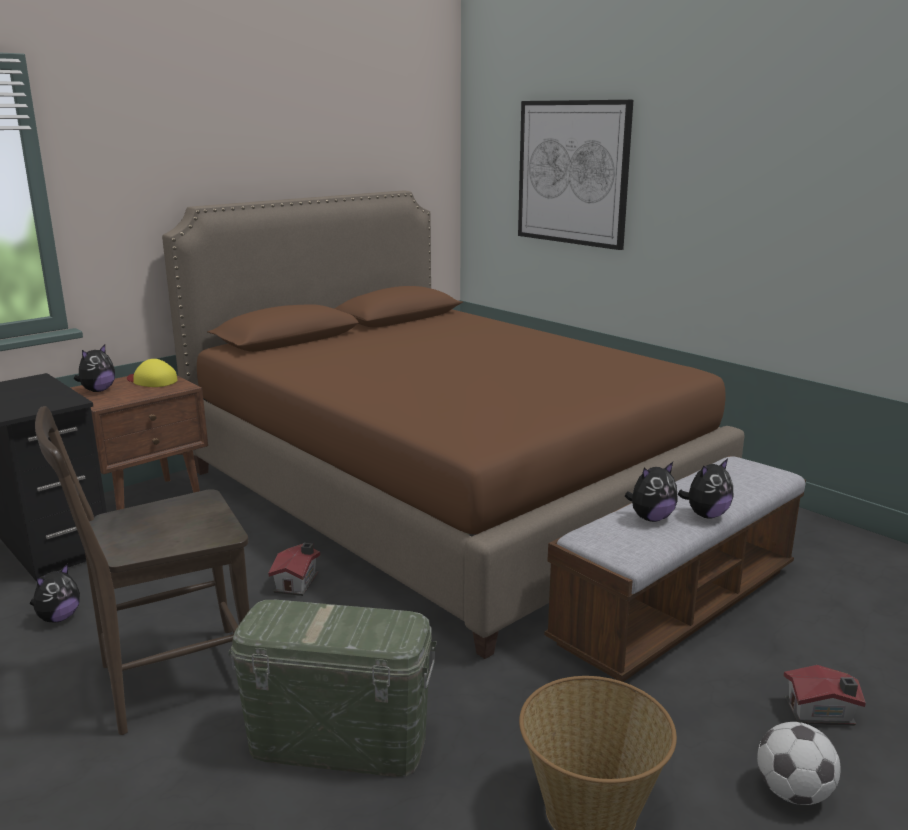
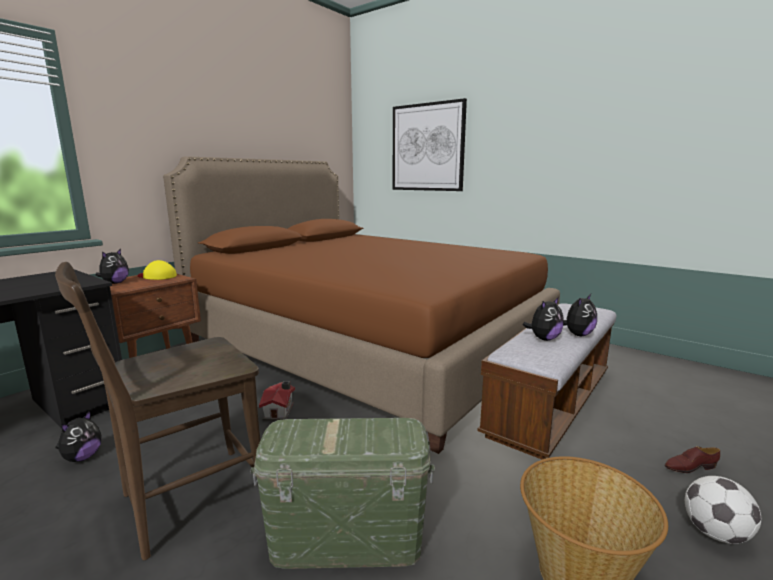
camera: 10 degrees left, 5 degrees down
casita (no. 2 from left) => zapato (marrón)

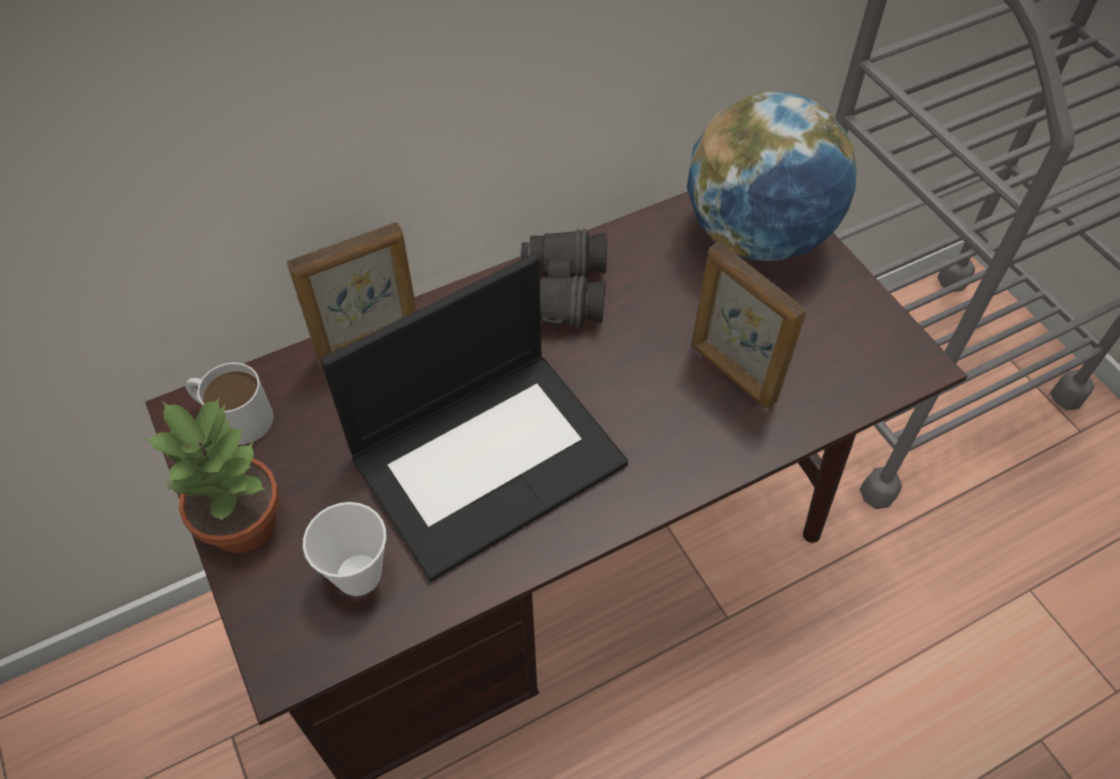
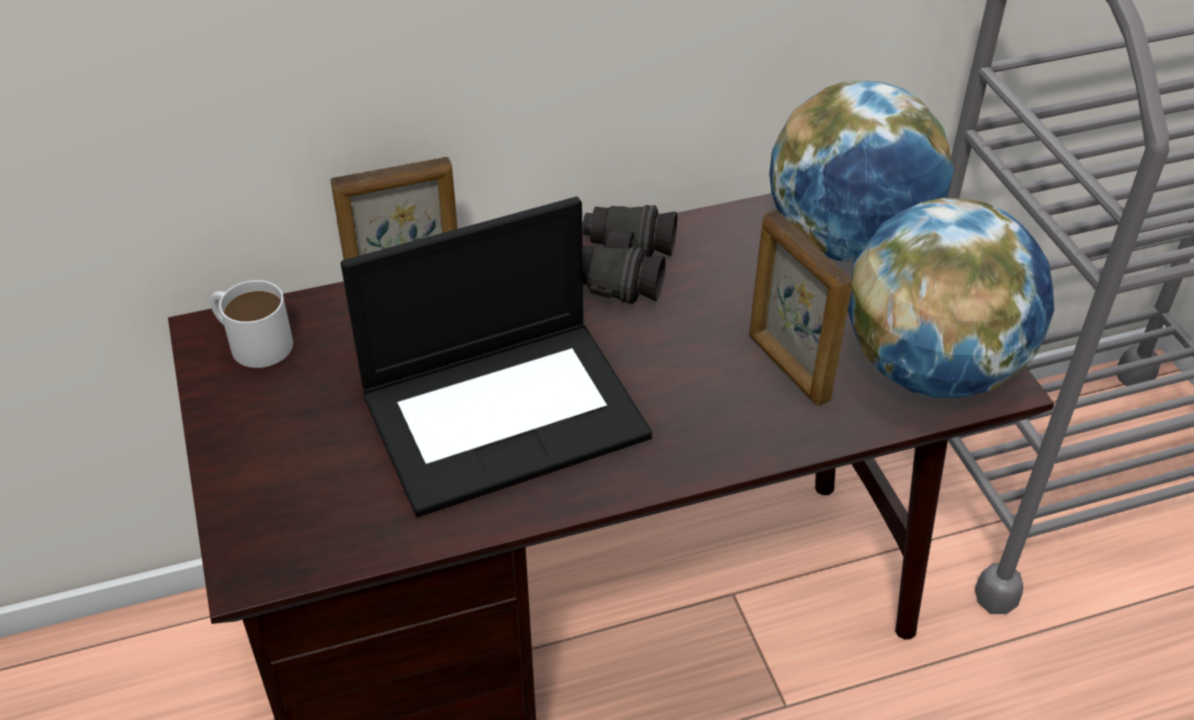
camera: 10 degrees right, 10 degrees down
nothing => globo terráqueo (no. 2 from left)
planta en maceta => nothing
taza => nothing

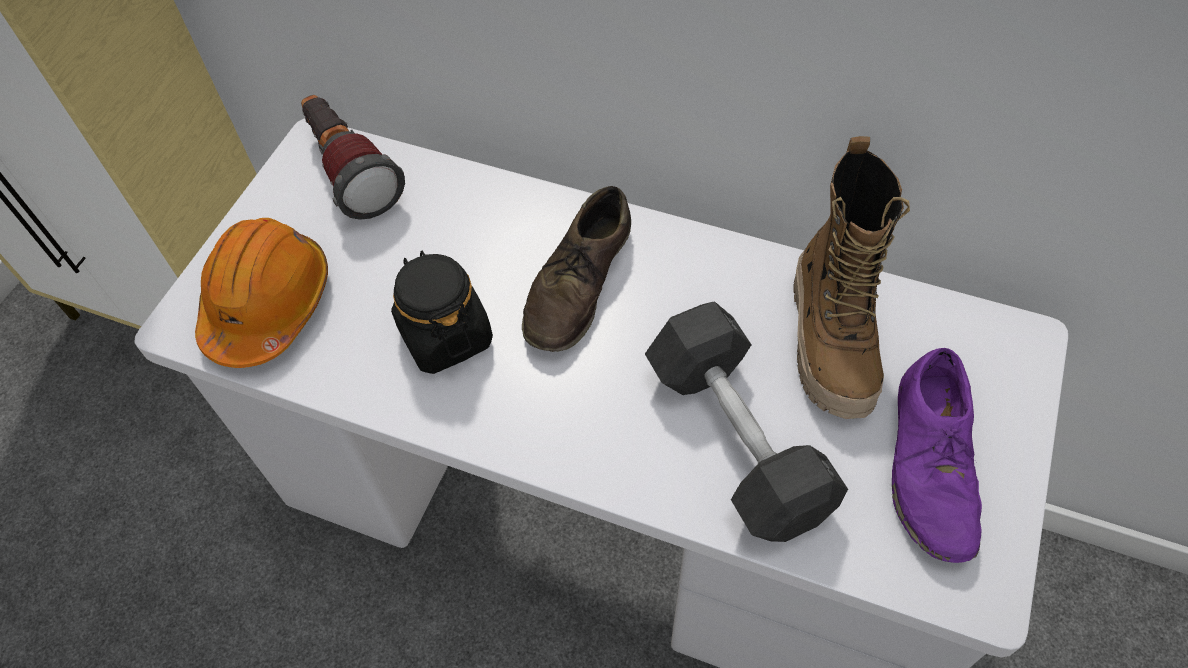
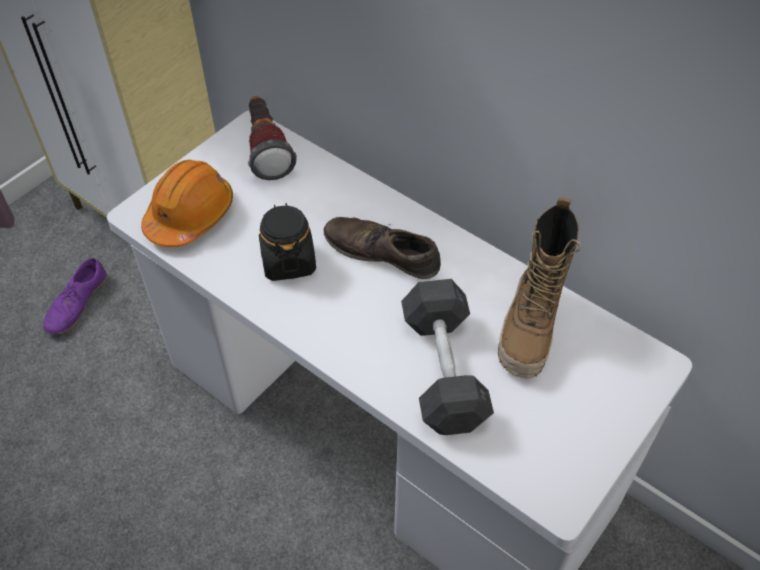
camera: 15 degrees right, 5 degrees down
zapato (morado), relocated
zapato (marrón), 75 degrees clockwise

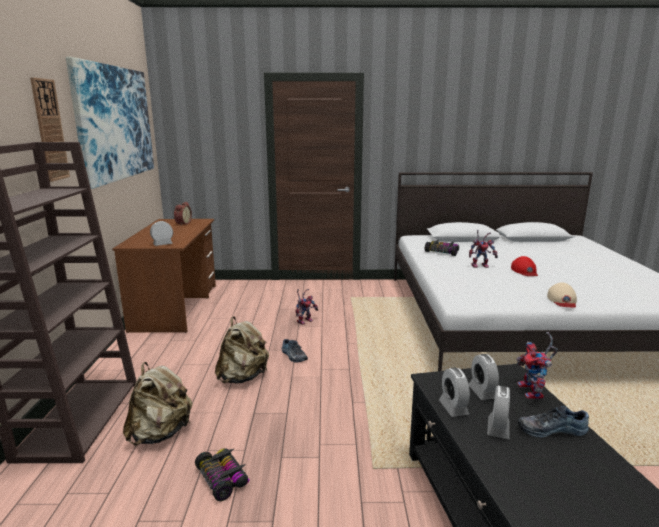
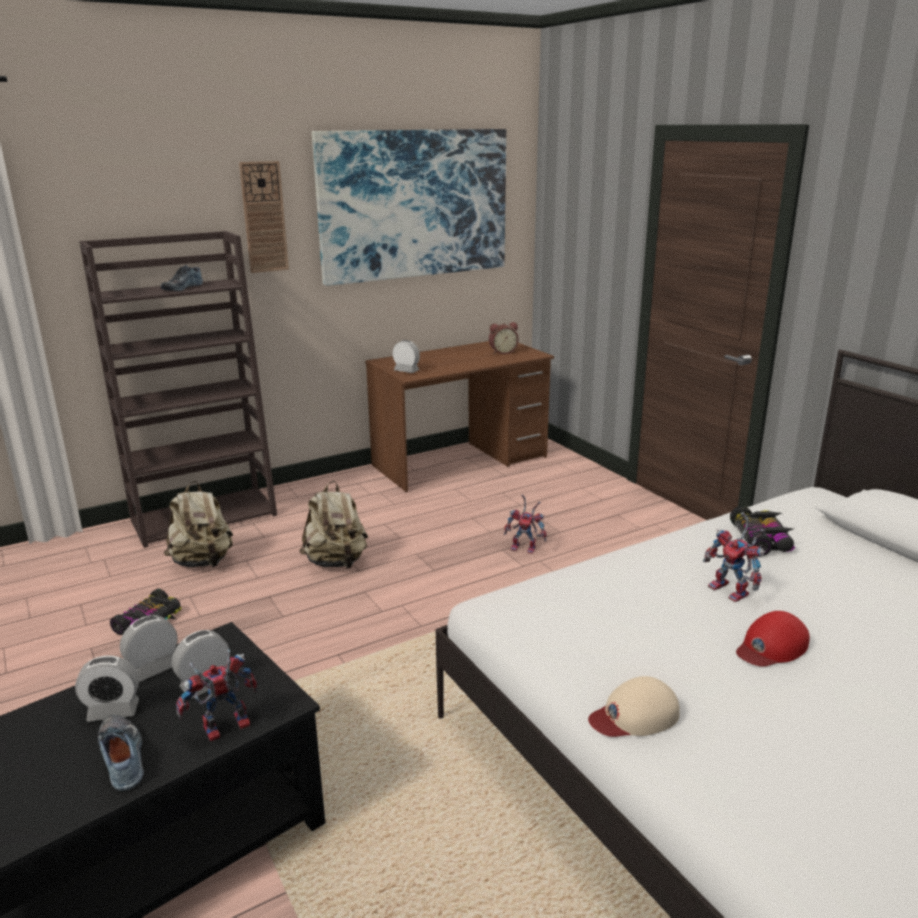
camera: 60 degrees right, 5 degrees up
zapato (no. 1 from left in the first image) => zapato (no. 2 from left), relocated

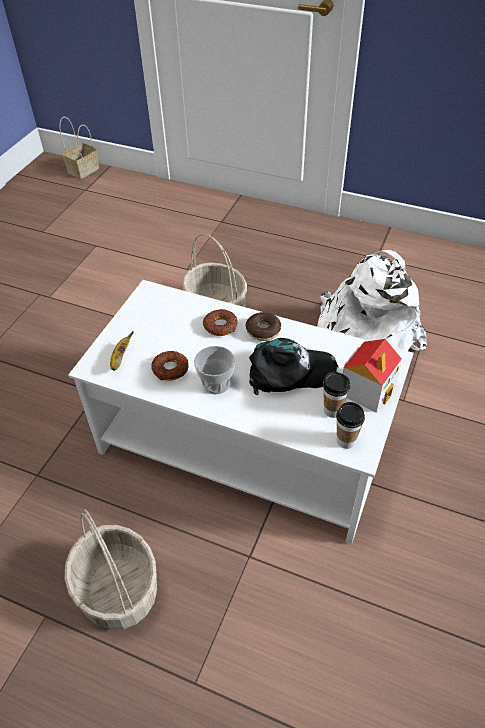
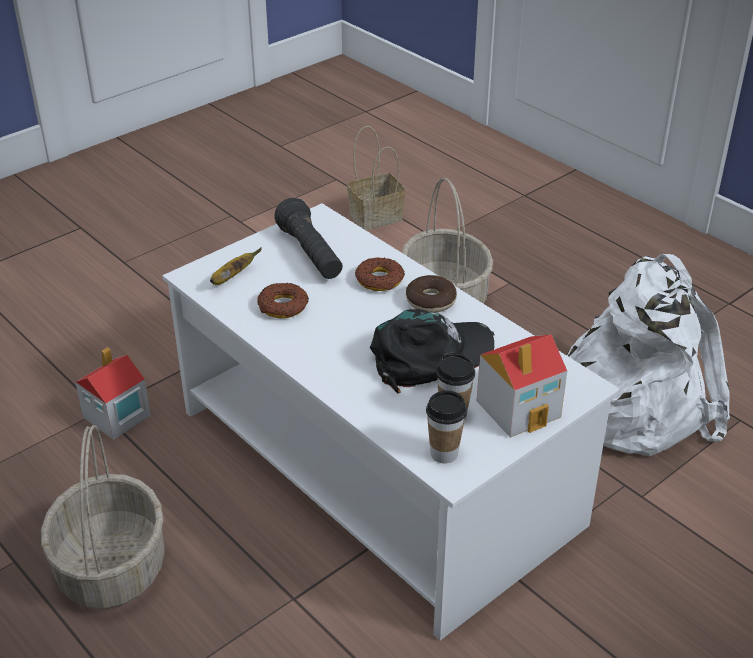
camera: 25 degrees right, 10 degrees down
nothing => casita (no. 1 from left)
nothing => linterna (negro)
cesta (no. 1 from left in the first image) => cesta (no. 2 from left), relocated
gorra (negro), 45 degrees counterclockwise
taza (no. 1 from left) => nothing

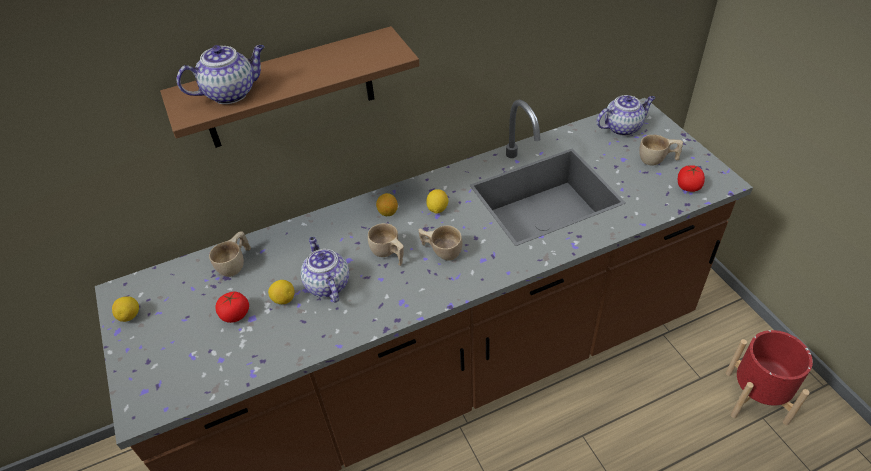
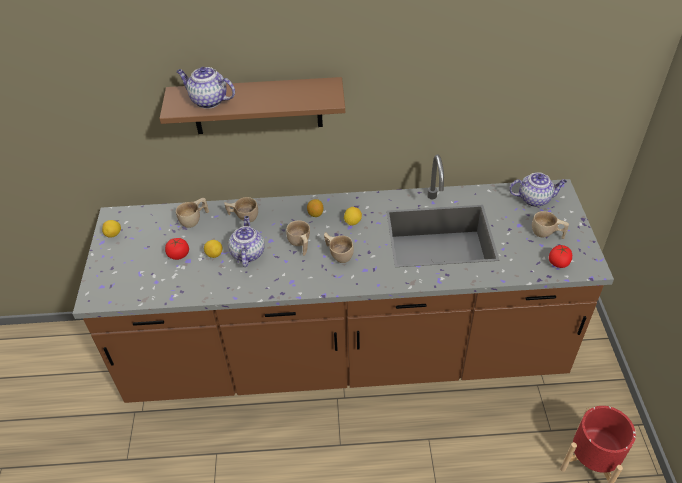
camera: 20 degrees right, 0 degrees up
tetera (no. 1 from left), 150 degrees counterclockwise
nothing => taza (beis) (no. 2 from left)

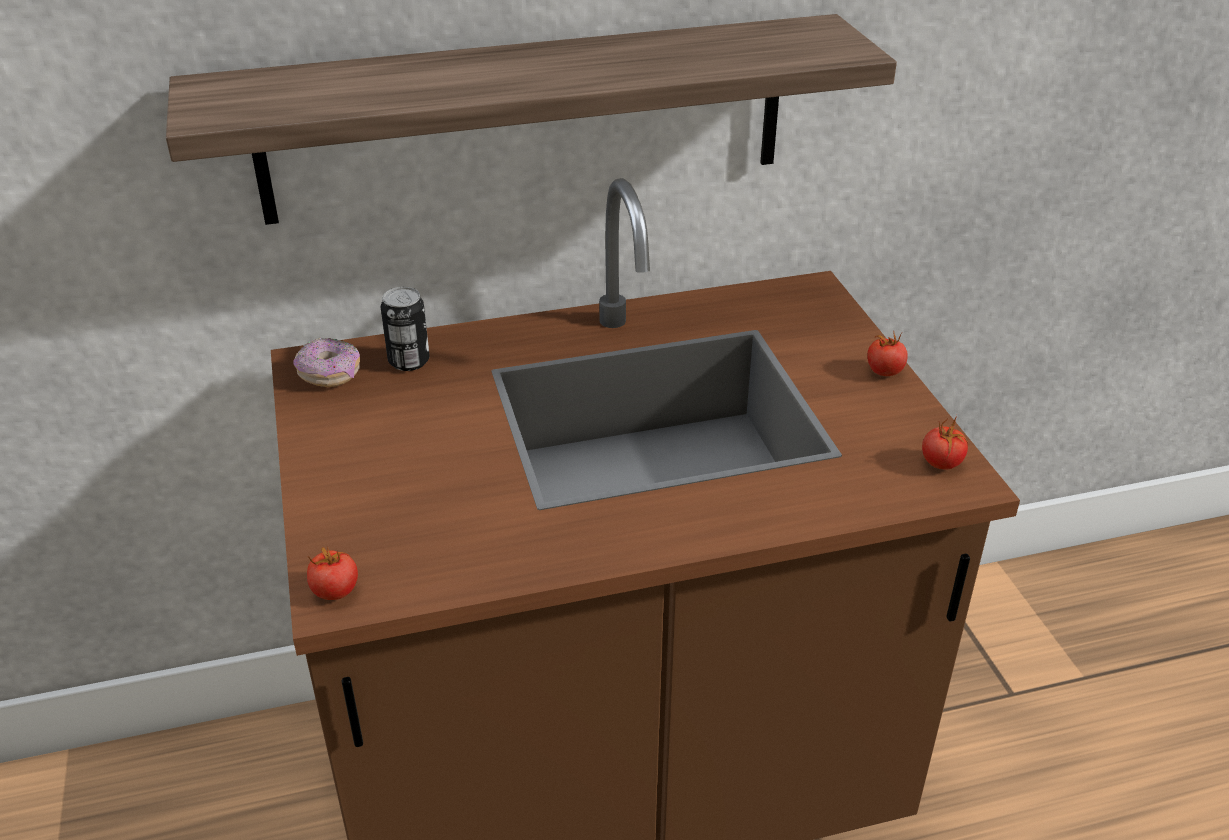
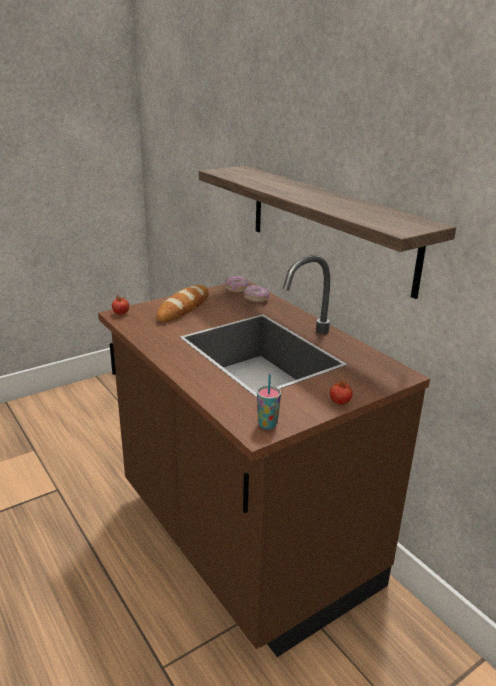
camera: 70 degrees right, 10 degrees down
nothing => pan
lata => rosquilla (no. 2 from left)
tomate (no. 3 from left) => taza

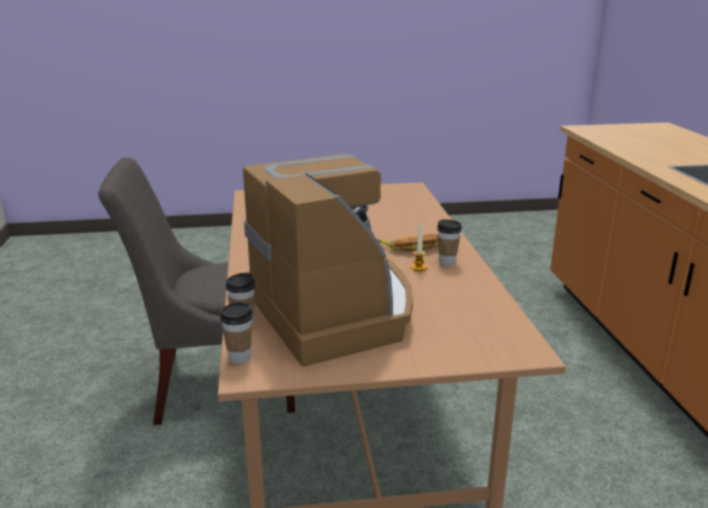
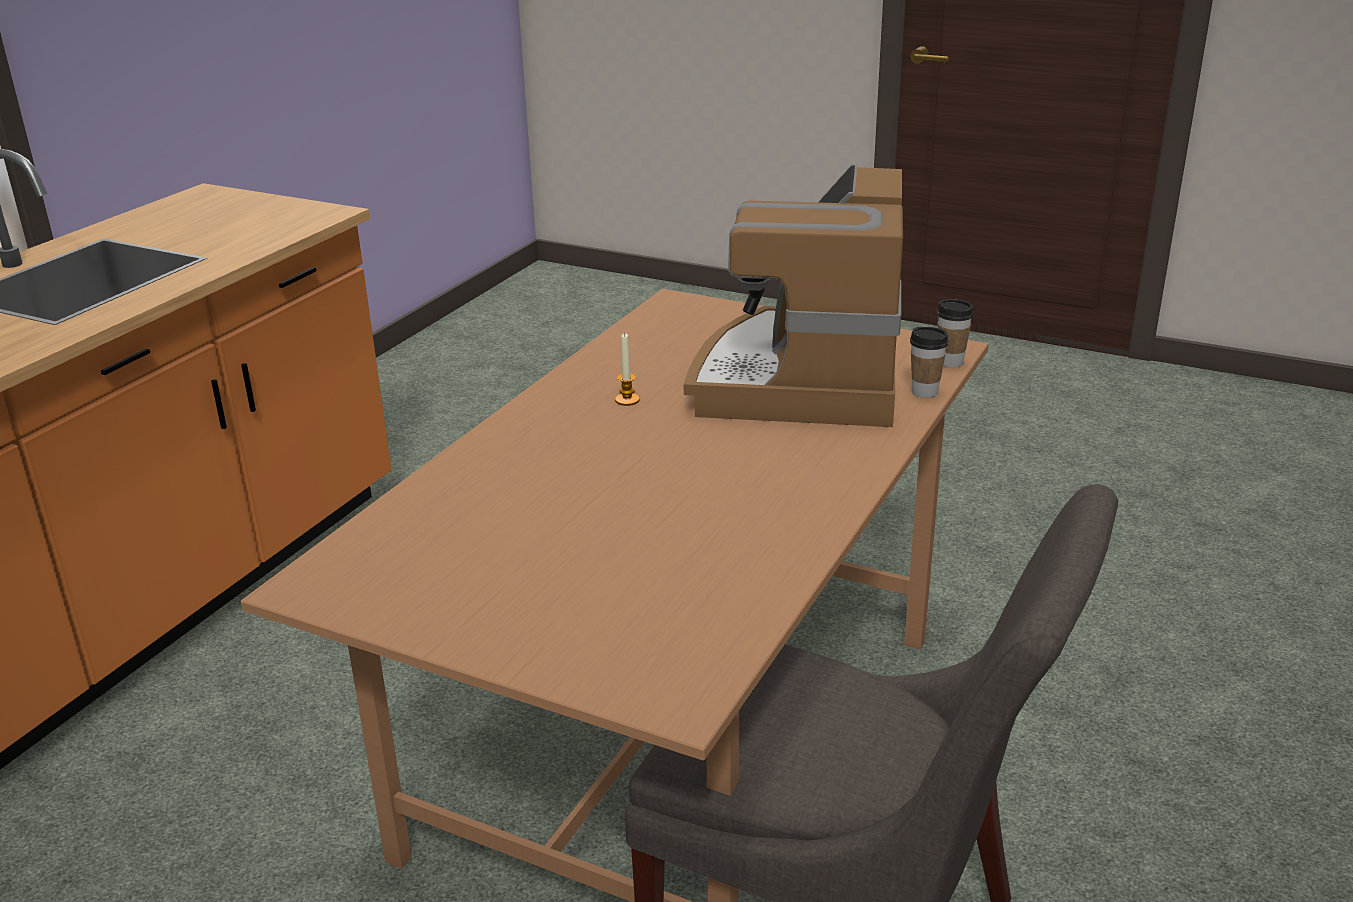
camera: 145 degrees left, 5 degrees up
plátano => nothing
taza (no. 3 from left) => nothing

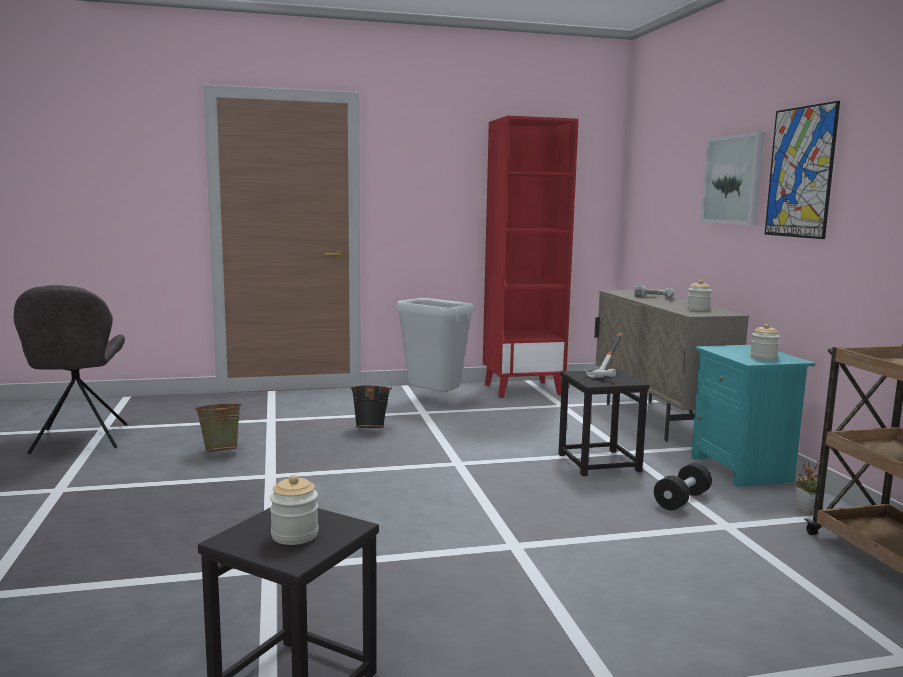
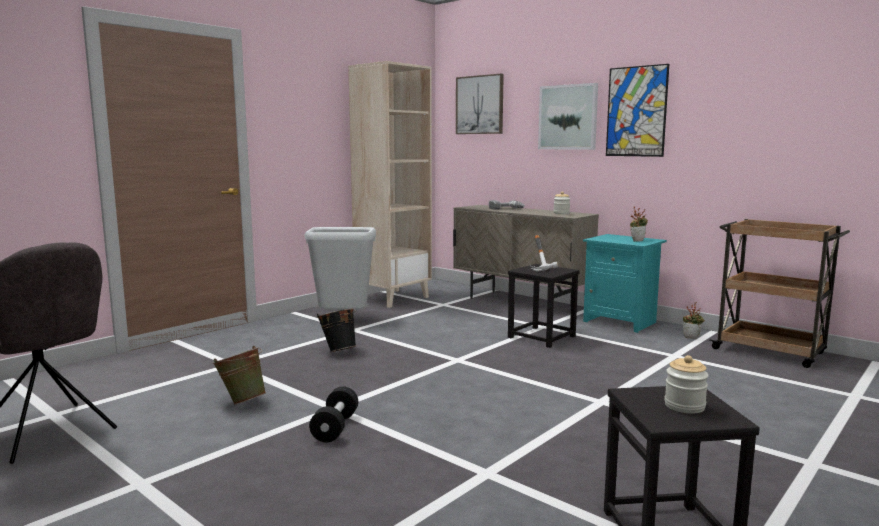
camera: 35 degrees left, 0 degrees up
mancuerna (negro), relocated
estantería (rojo) => estantería (beis)
nothing => cuadro (no. 1 from left)
tarro (no. 3 from left) => planta en maceta (no. 1 from left)

